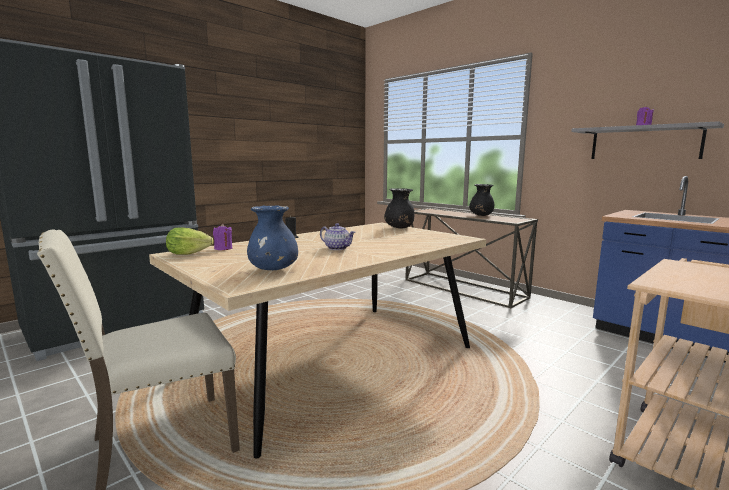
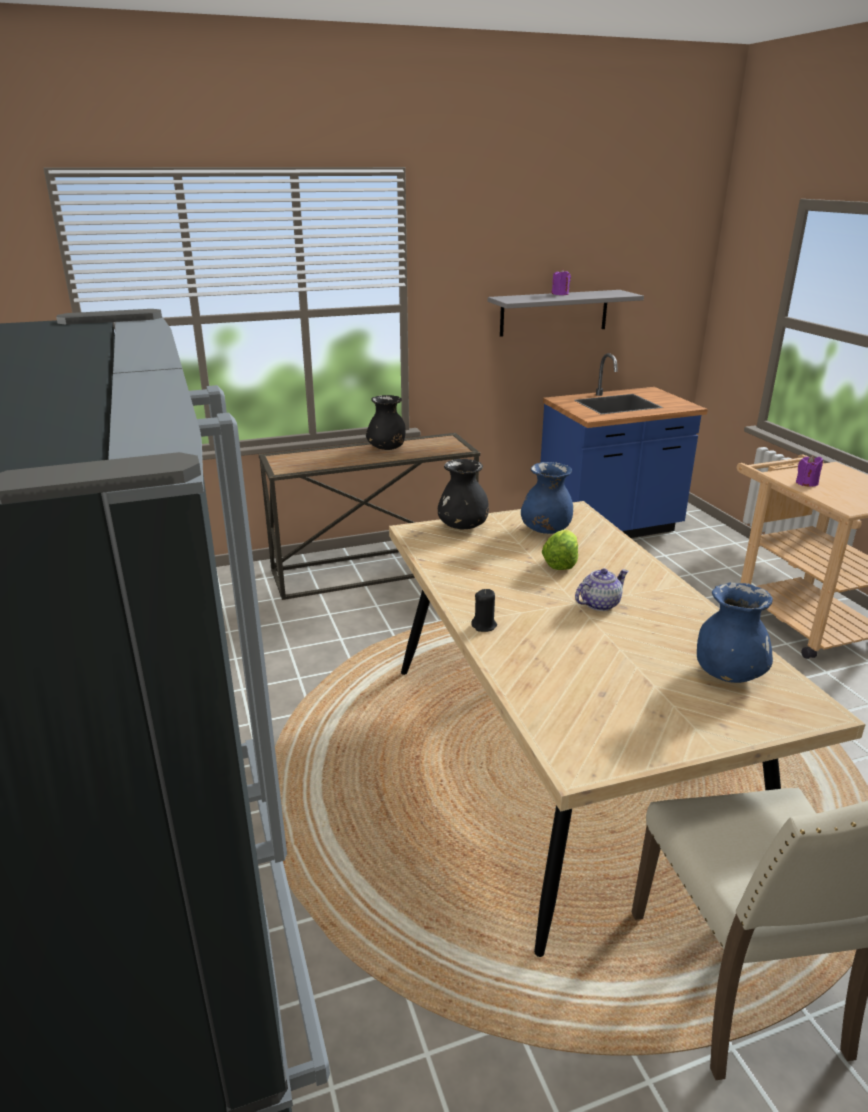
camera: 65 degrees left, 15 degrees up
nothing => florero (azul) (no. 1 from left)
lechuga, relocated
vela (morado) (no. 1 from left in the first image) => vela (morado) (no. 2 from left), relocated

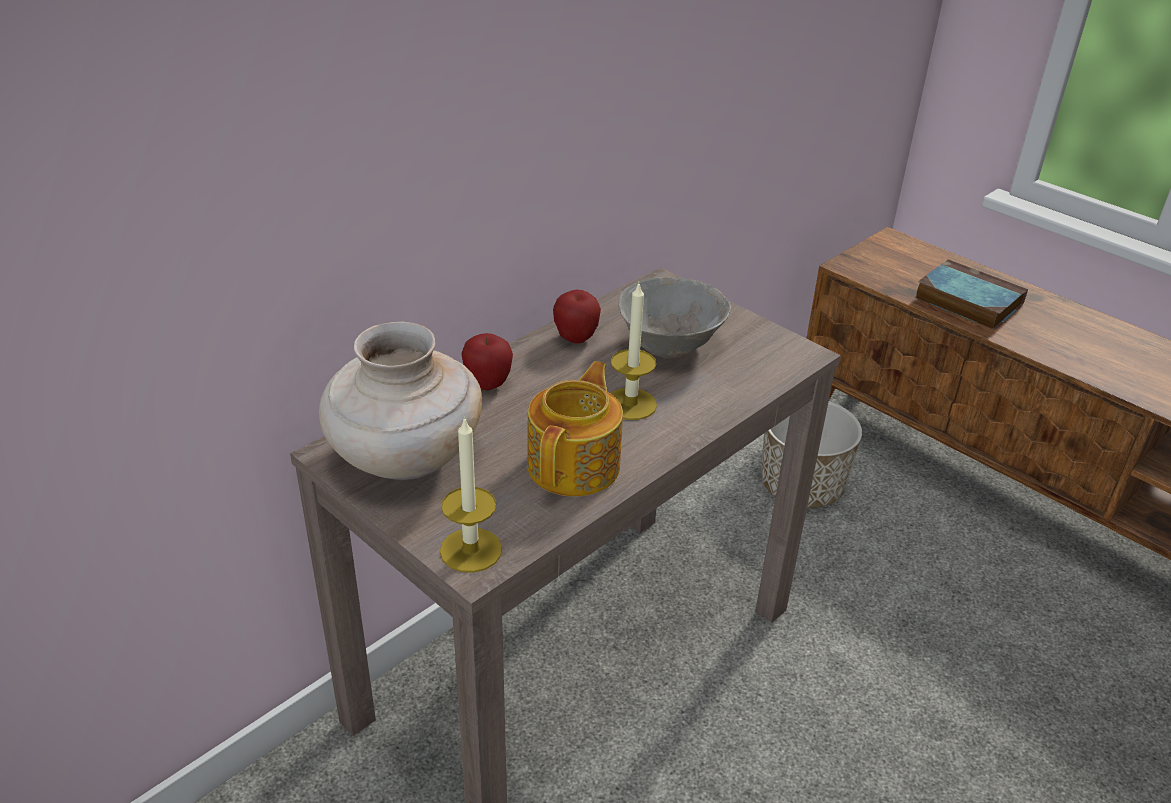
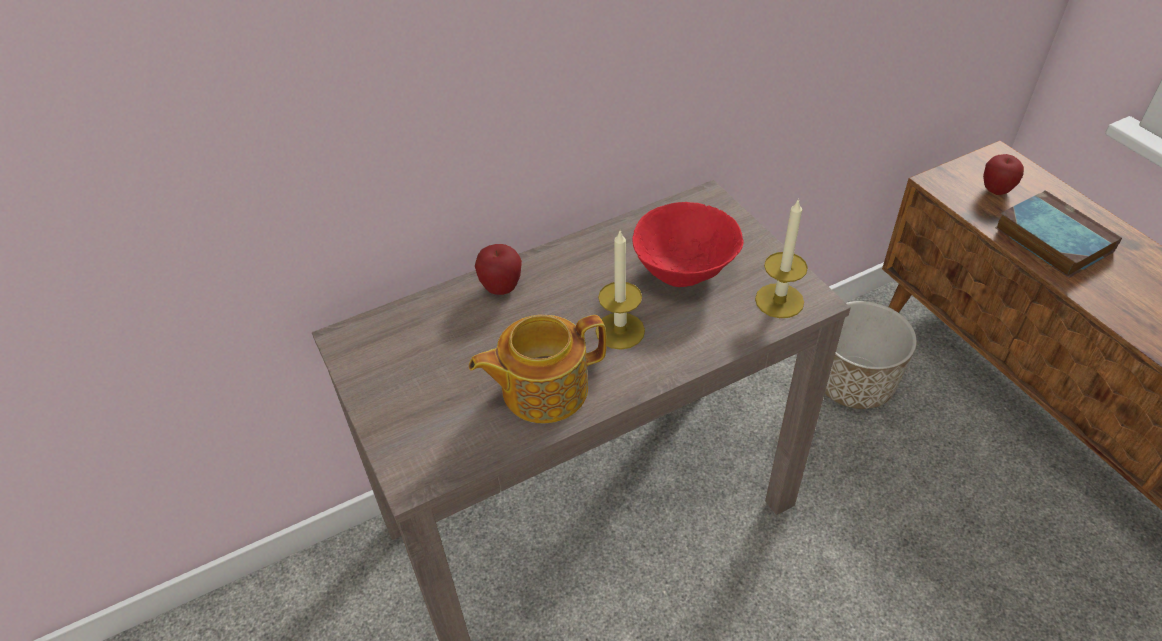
camera: 20 degrees right, 10 degrees up
tetera, 150 degrees counterclockwise
cuenco (gris) => cuenco (rojo)
vela (no. 1 from left in the first image) => vela (no. 2 from left), relocated
manzana (no. 2 from left), relocated
florero (beis) => nothing

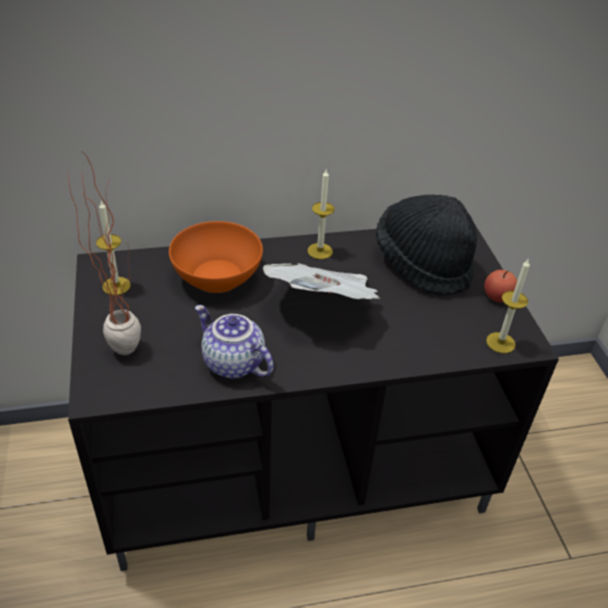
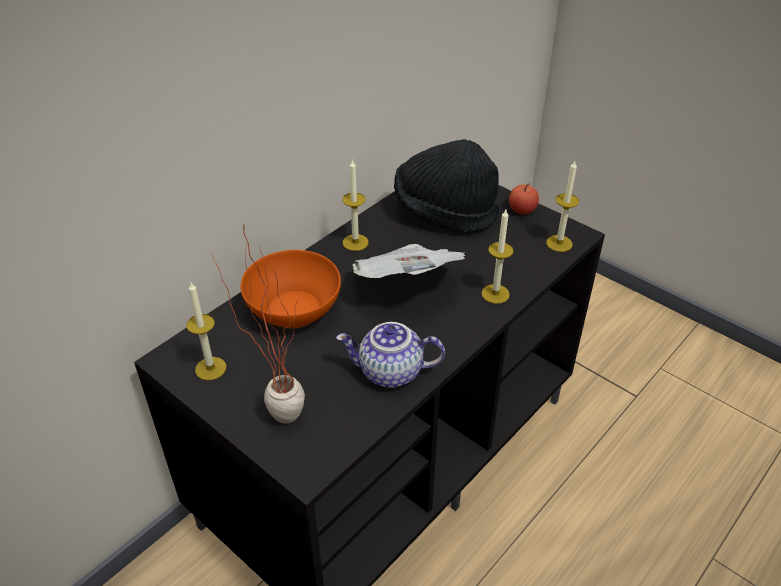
camera: 35 degrees left, 0 degrees up
nothing => vela (no. 3 from left)

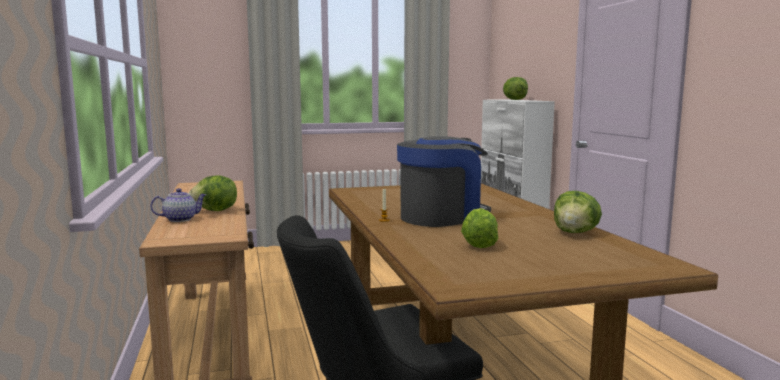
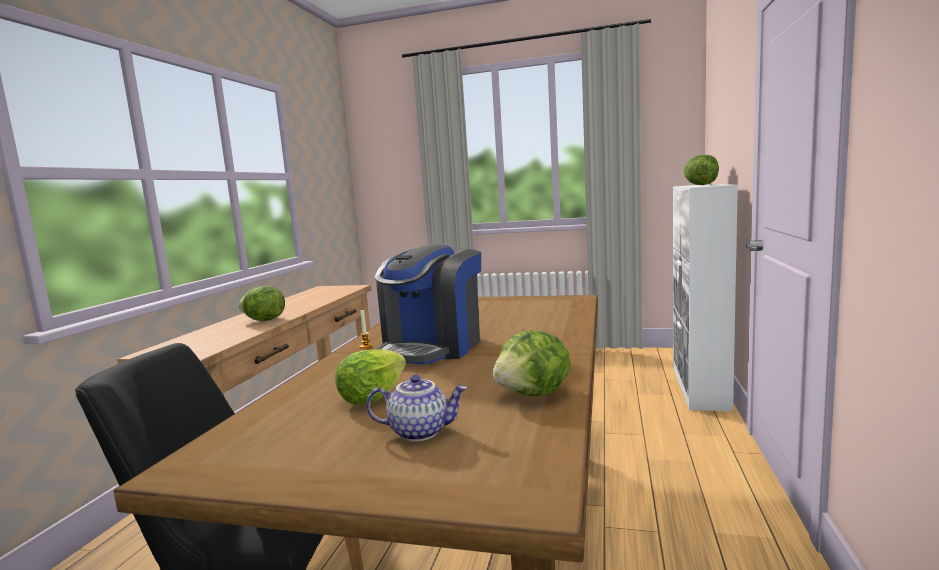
camera: 30 degrees right, 0 degrees up
tetera, relocated
cafetera, 120 degrees clockwise

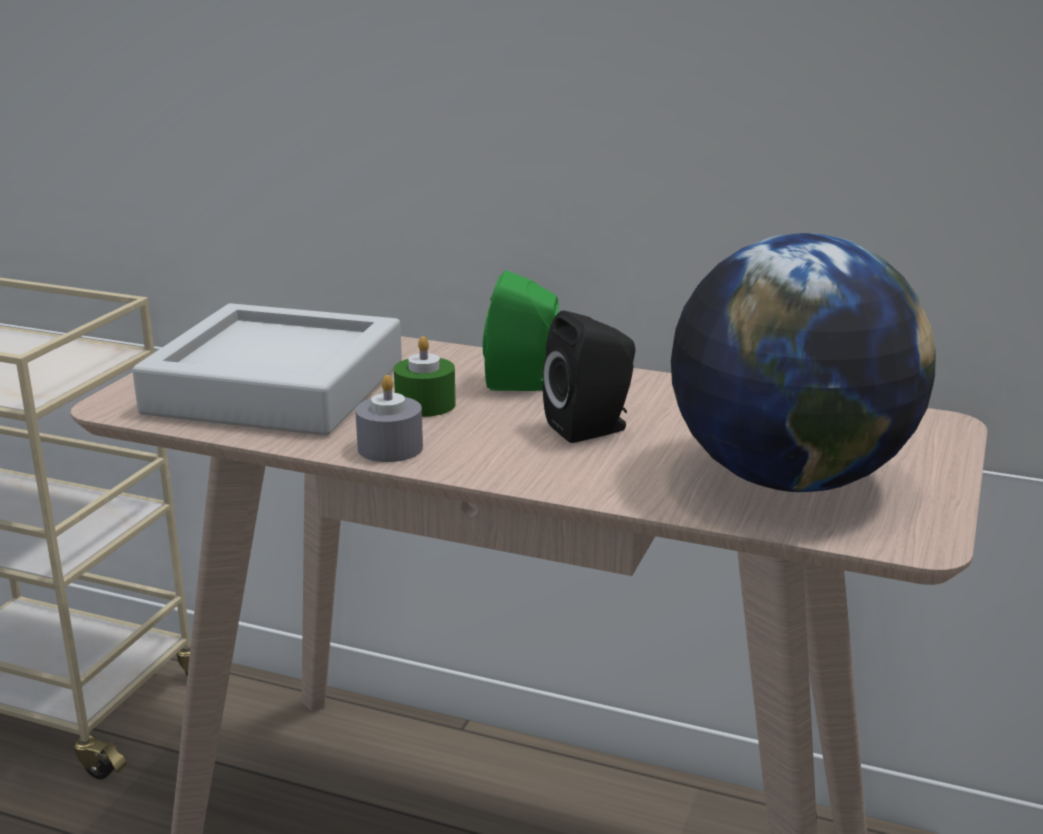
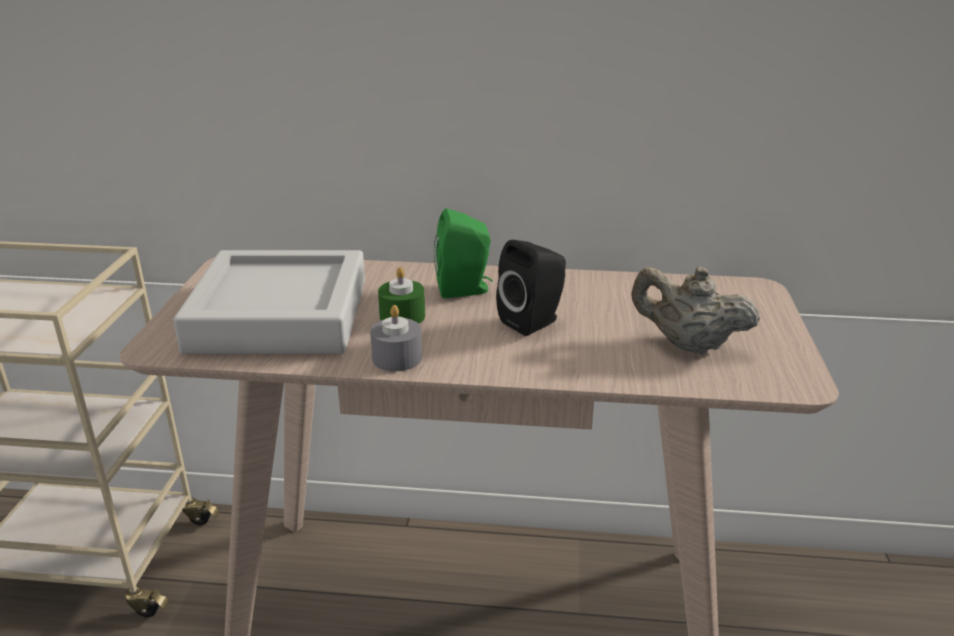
camera: 15 degrees left, 5 degrees up
globo terráqueo => tetera (beis)

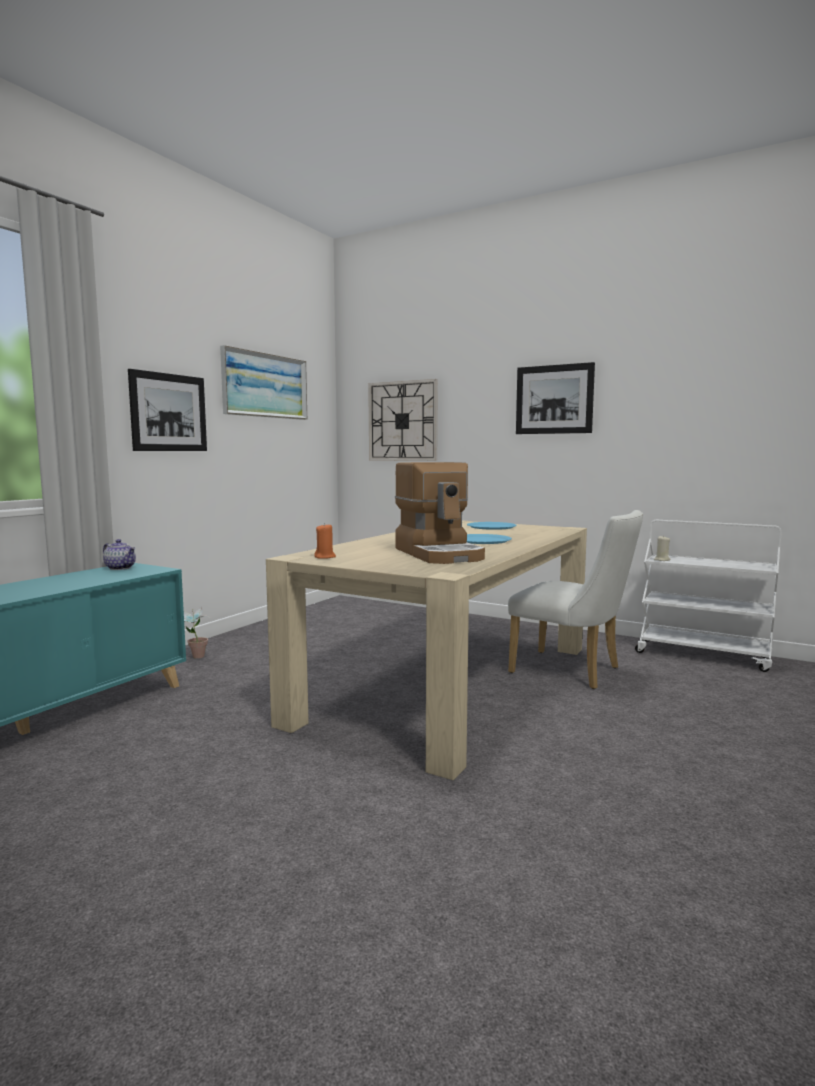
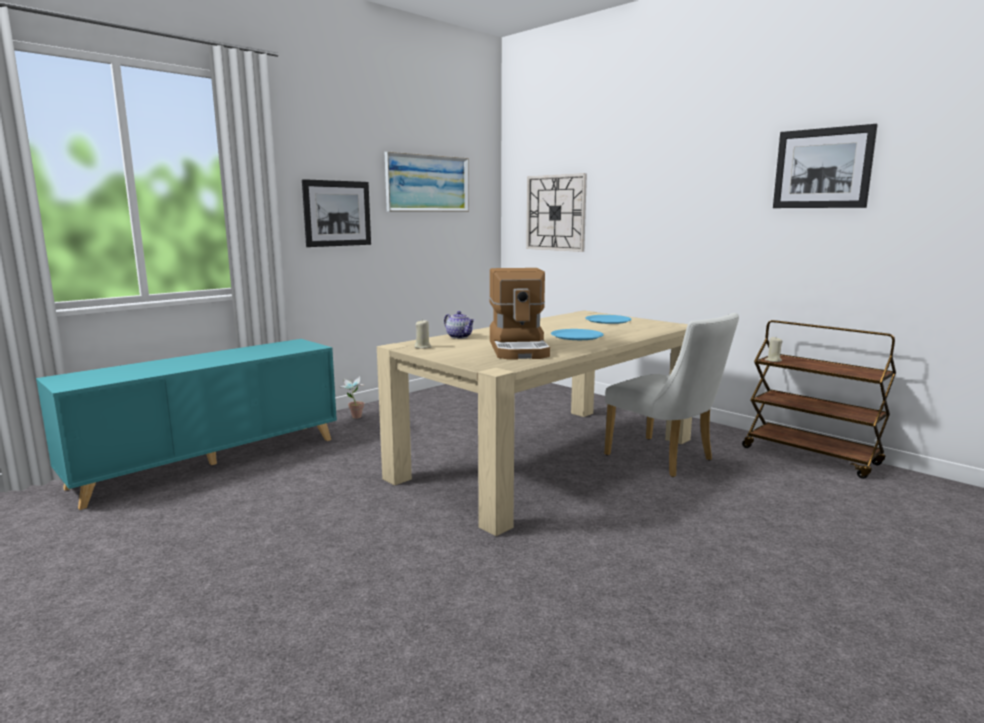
camera: 15 degrees right, 5 degrees up
vela (naranja) => vela (beis) (no. 1 from left)
tetera, relocated
carrito (blanco) => carrito (marrón)
cuadro (no. 3 from left), relocated

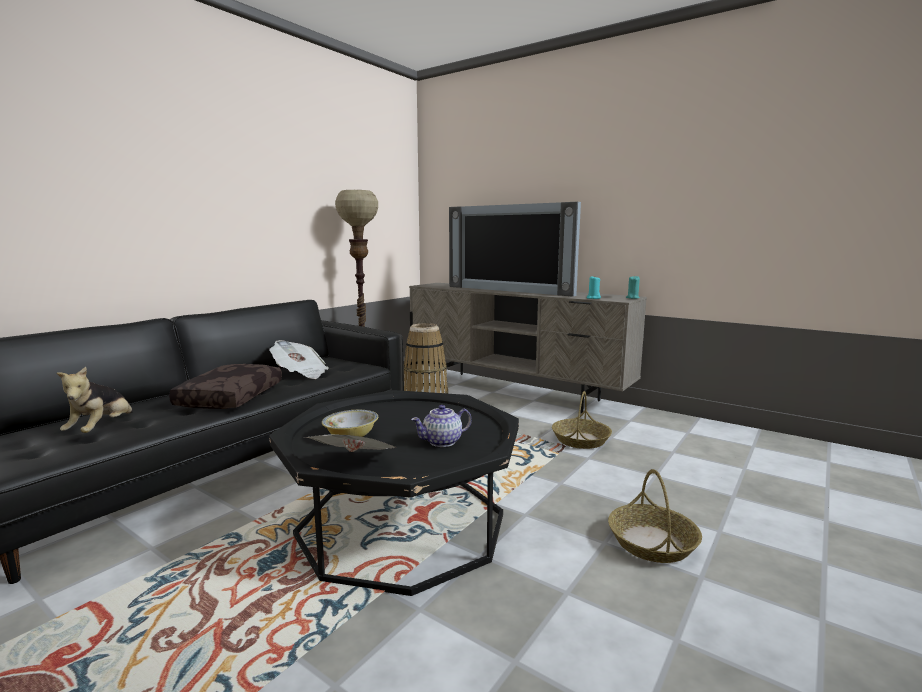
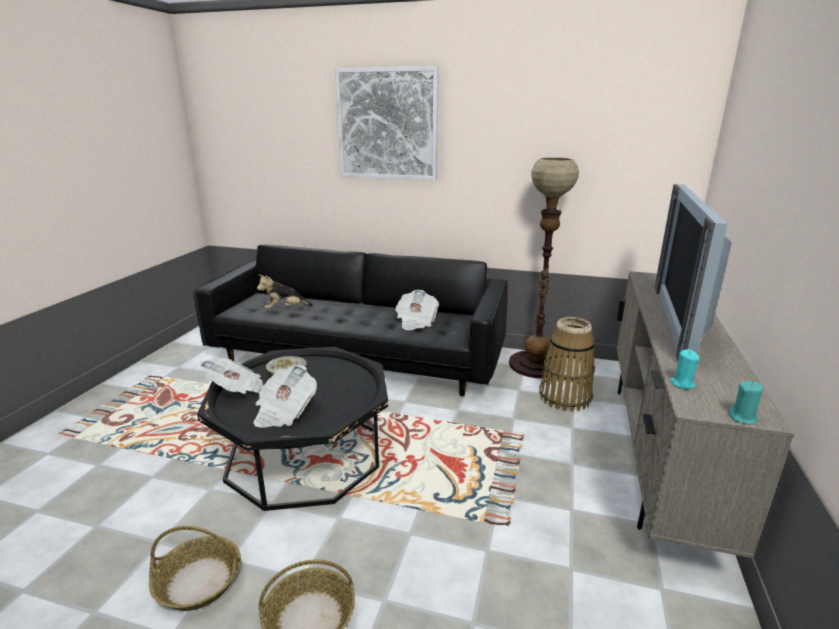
camera: 70 degrees right, 10 degrees up
cesta (no. 2 from left in the first image) => cesta (no. 1 from left), relocated
tetera => periódico (no. 2 from left)
nothing => cuadro
cojín (marrón) => nothing

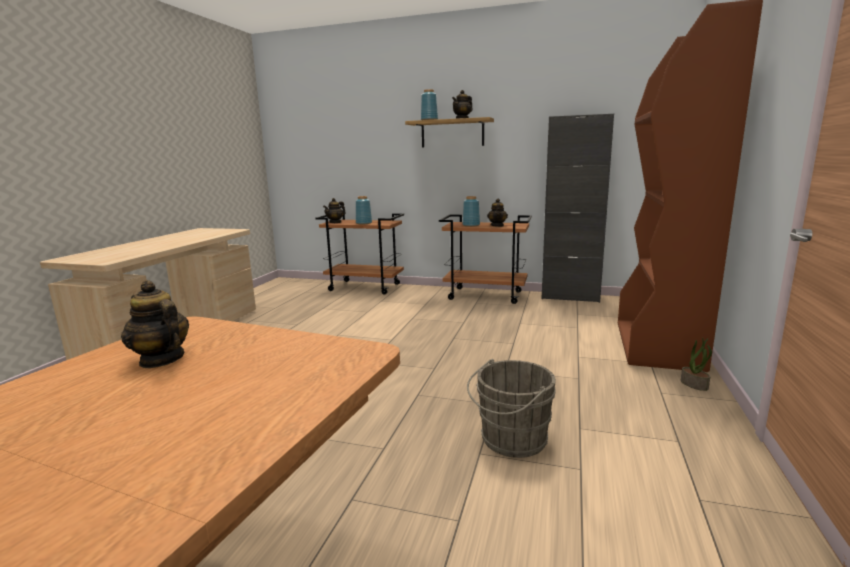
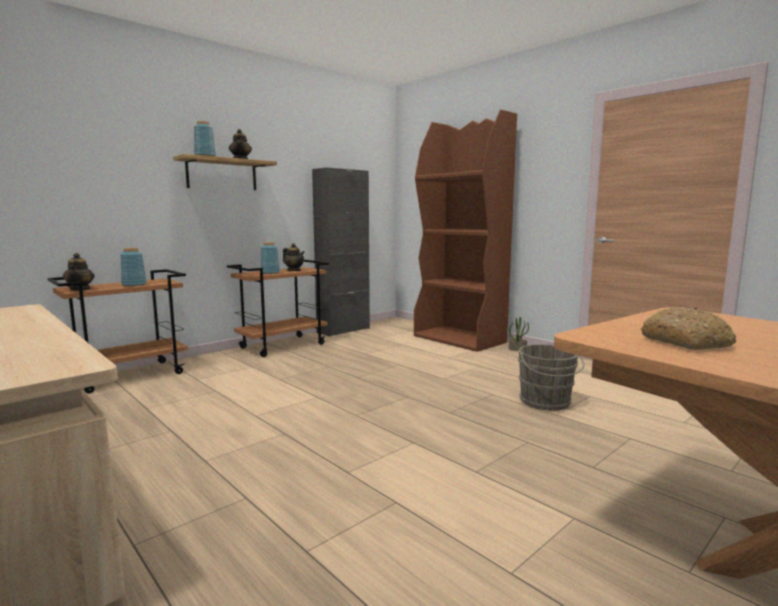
camera: 60 degrees left, 5 degrees down
tetera (no. 1 from left) => pan

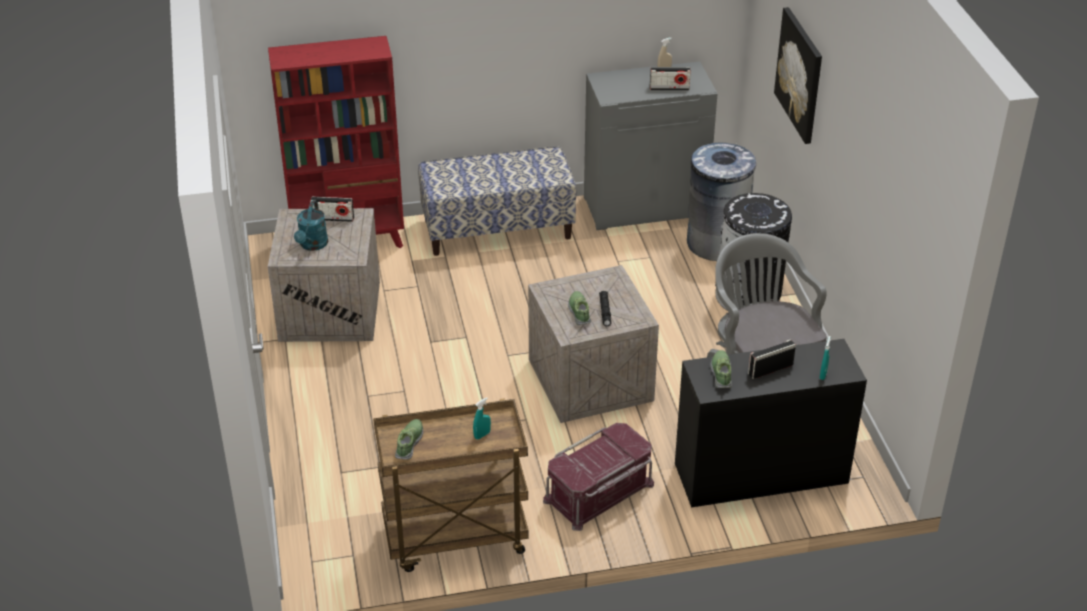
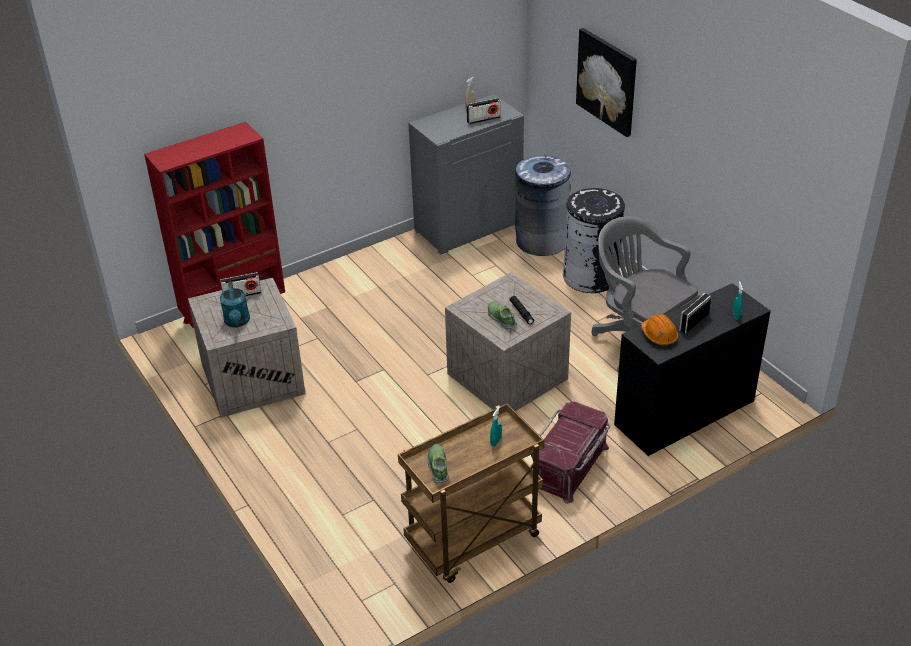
camera: 20 degrees left, 0 degrees up
zapato (no. 3 from left) => casco (naranja)
banco => nothing

